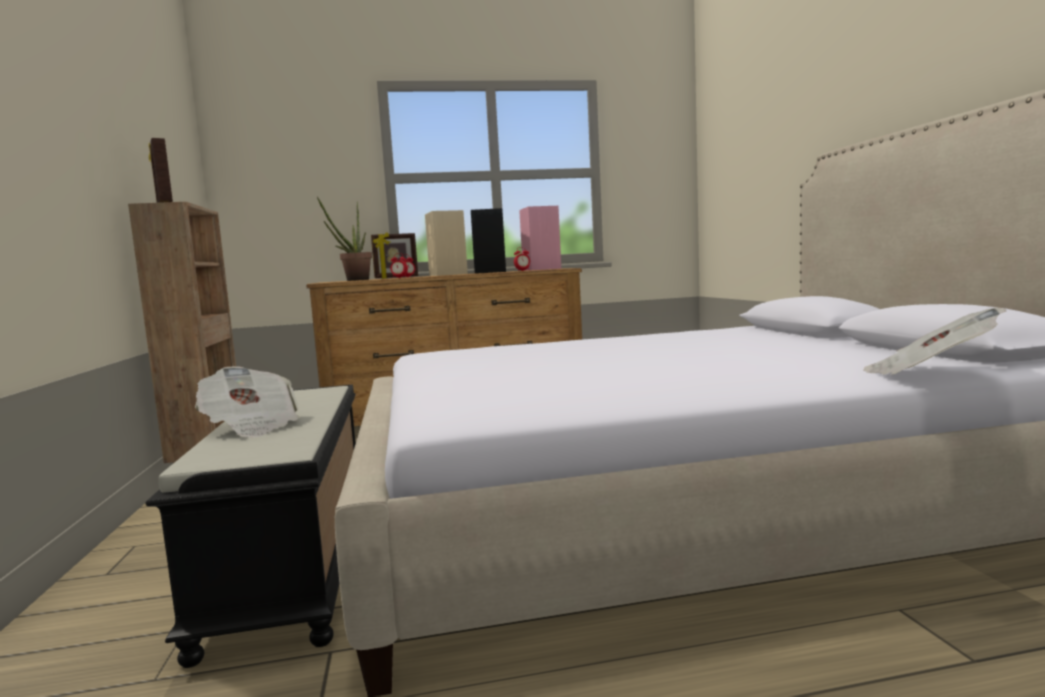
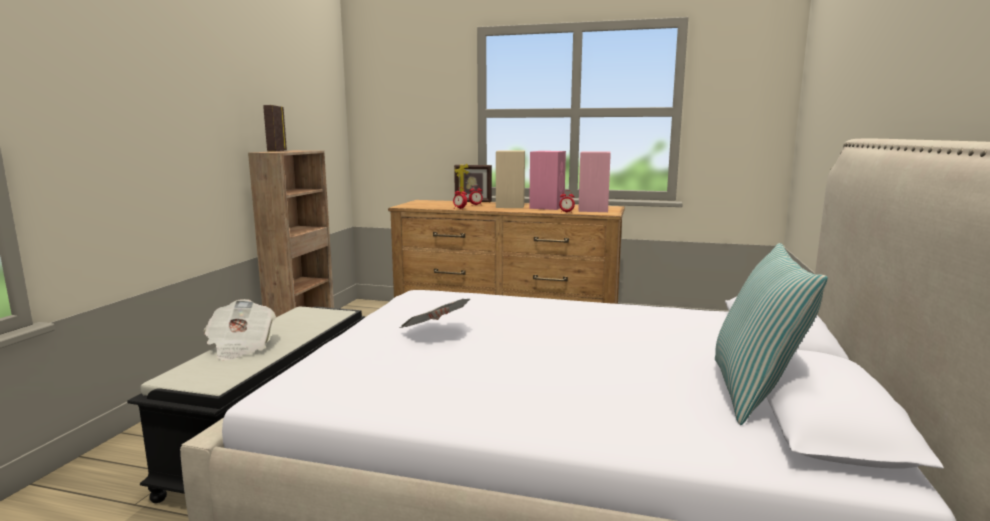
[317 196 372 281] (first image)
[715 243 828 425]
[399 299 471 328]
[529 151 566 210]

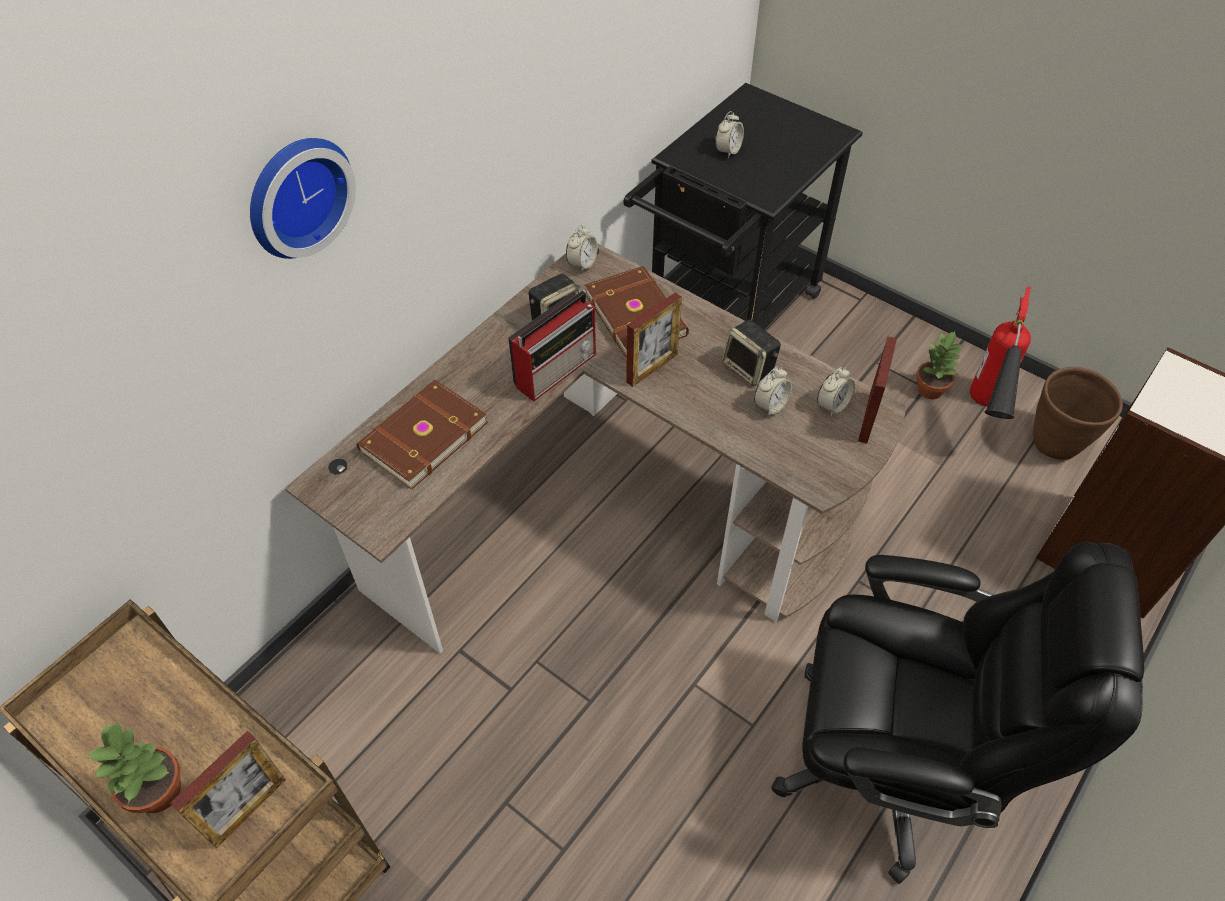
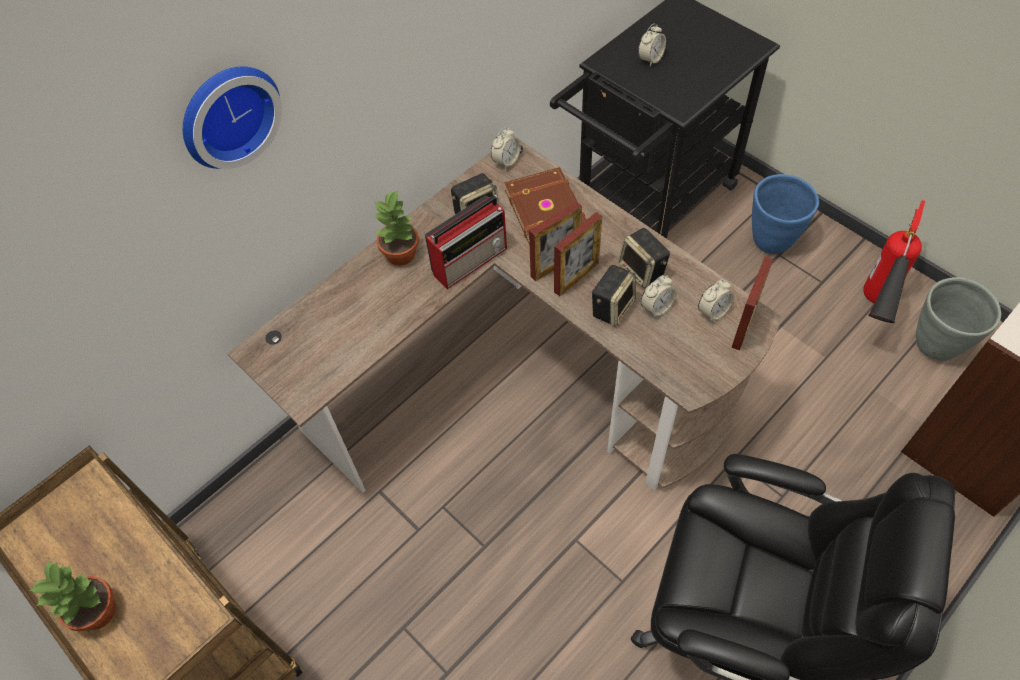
[356 380 488 490] (first image)
[592 265 636 327]
[752 174 819 254]
[554 212 602 296]
[374 190 419 266]
[916 277 1001 361]

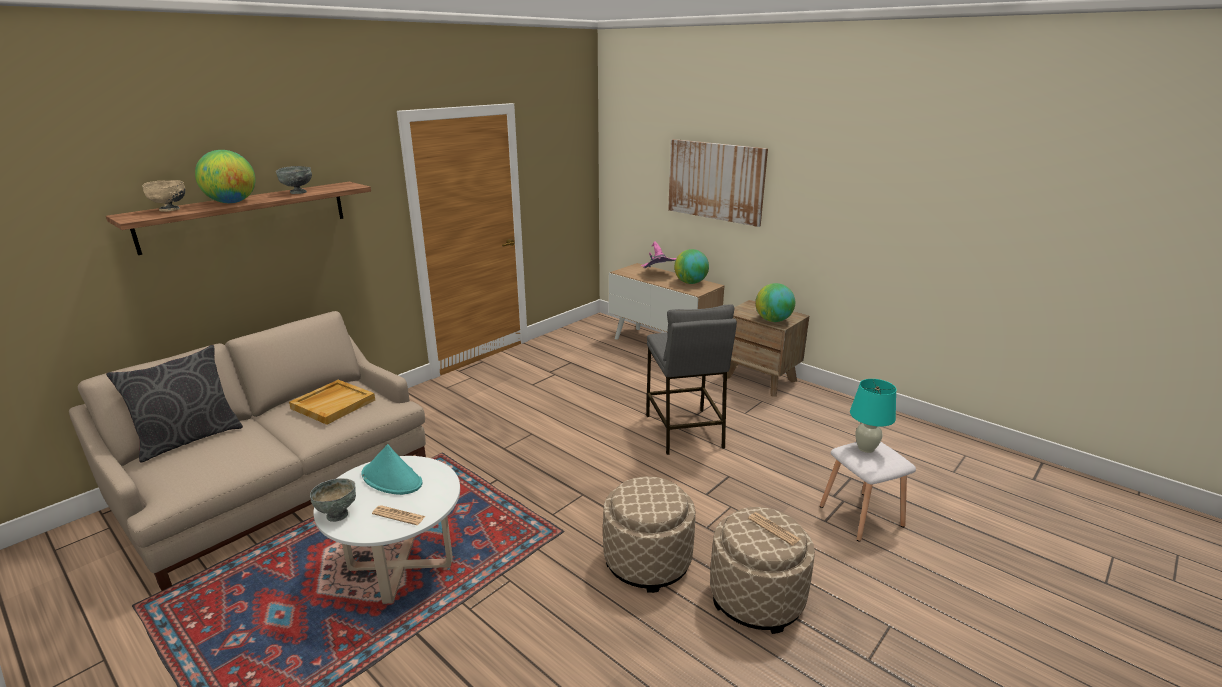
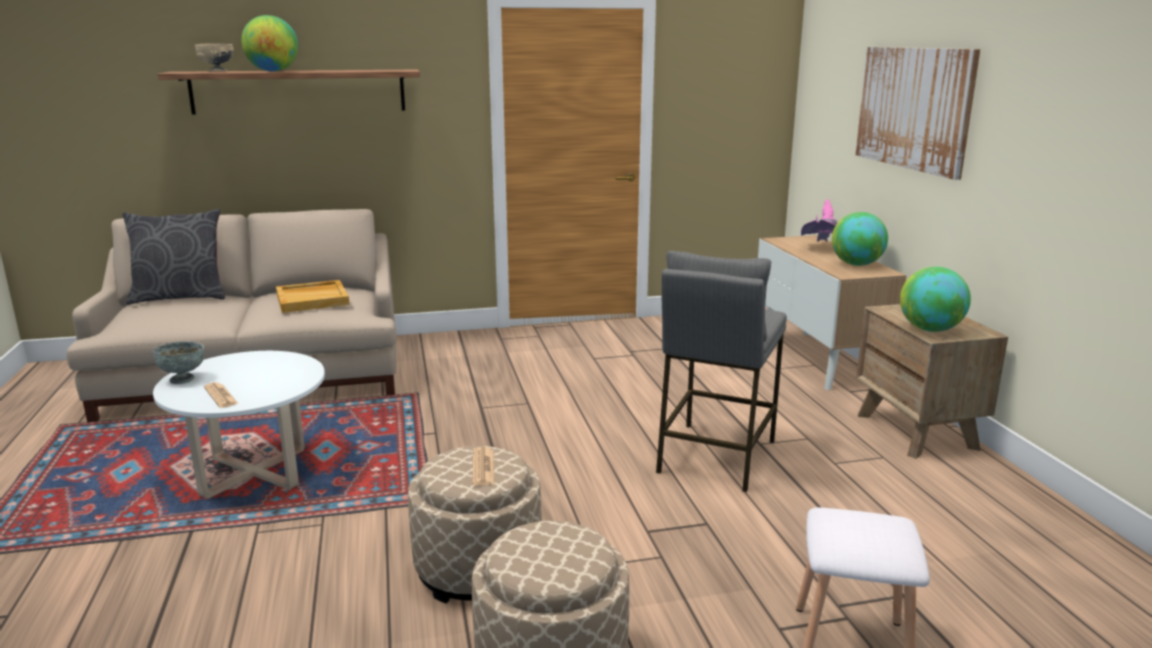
[276 166 312 194] (first image)
[361 444 422 495] (first image)
[850 379 897 453] (first image)
[472 447 494 486]

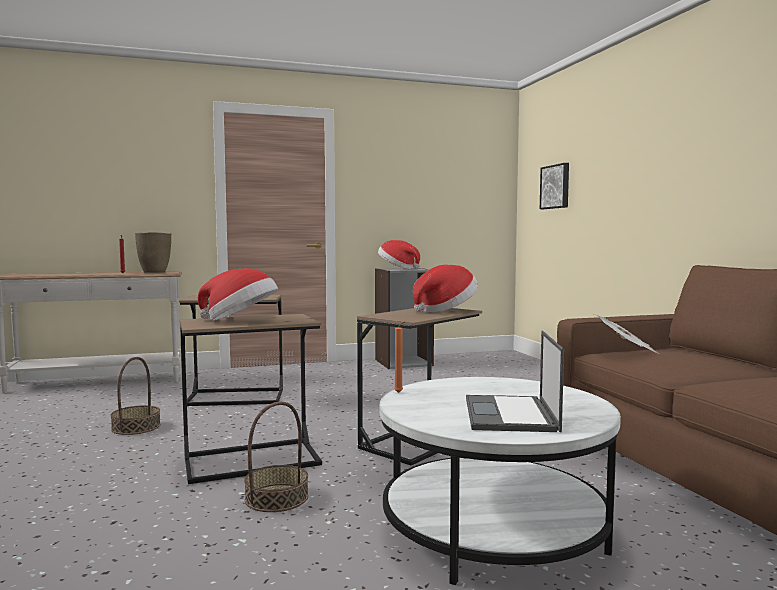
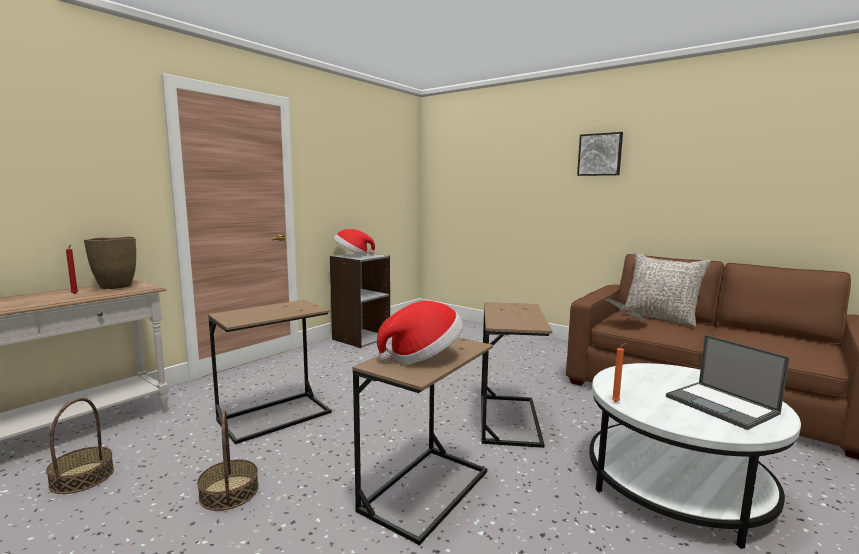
[413 265 478 313] (first image)
[620 252 711 327]
[46 398 114 494]
[577 132 623 176]

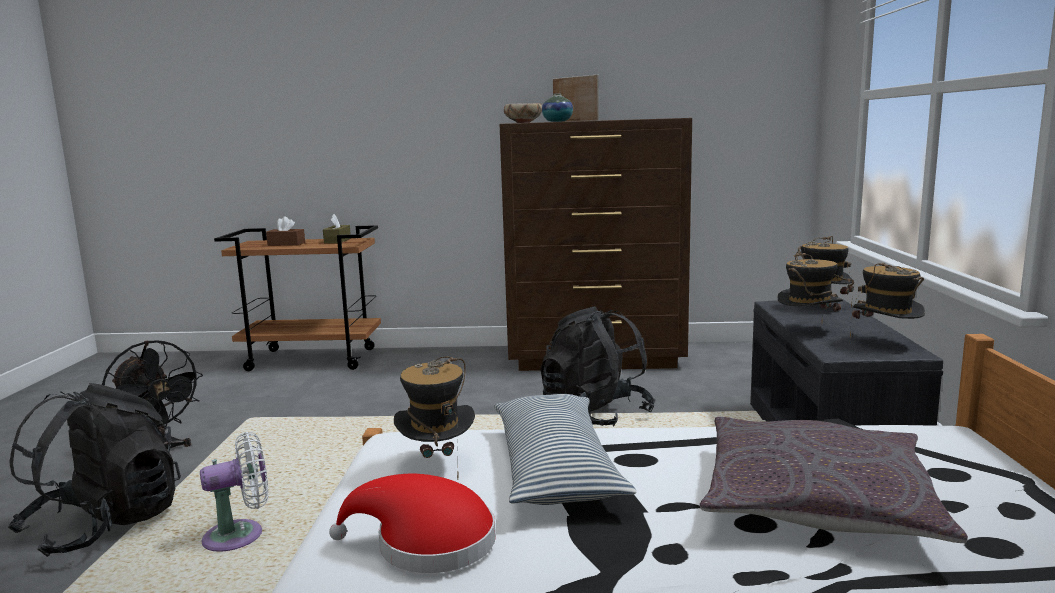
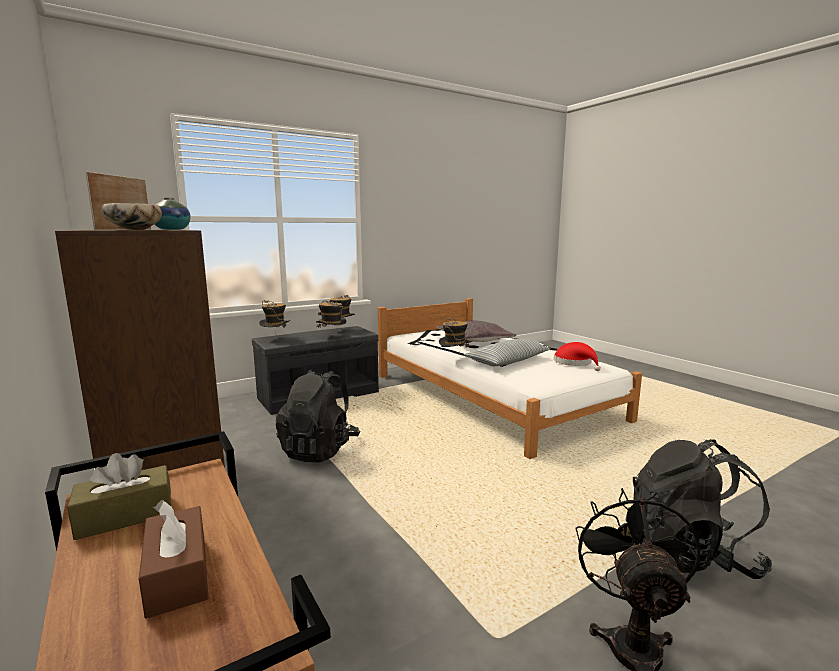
[200 432 269 552] (first image)
[439 317 471 355]

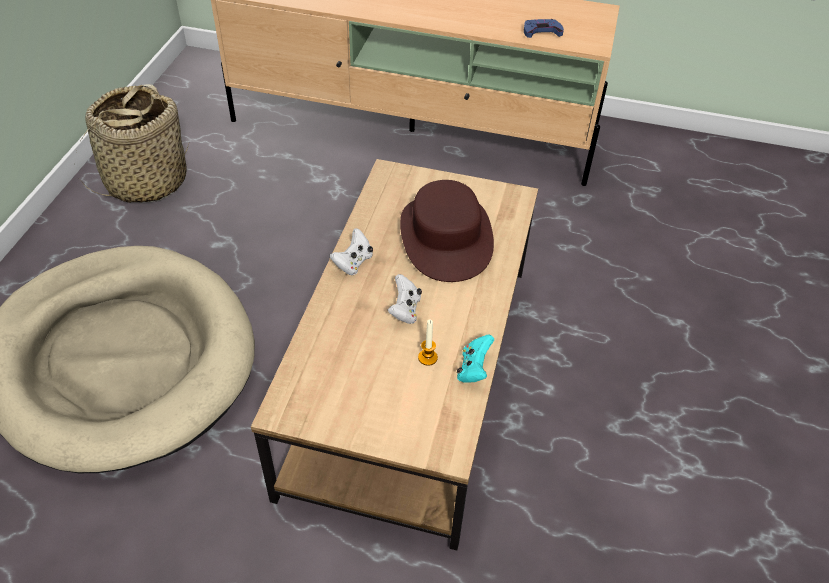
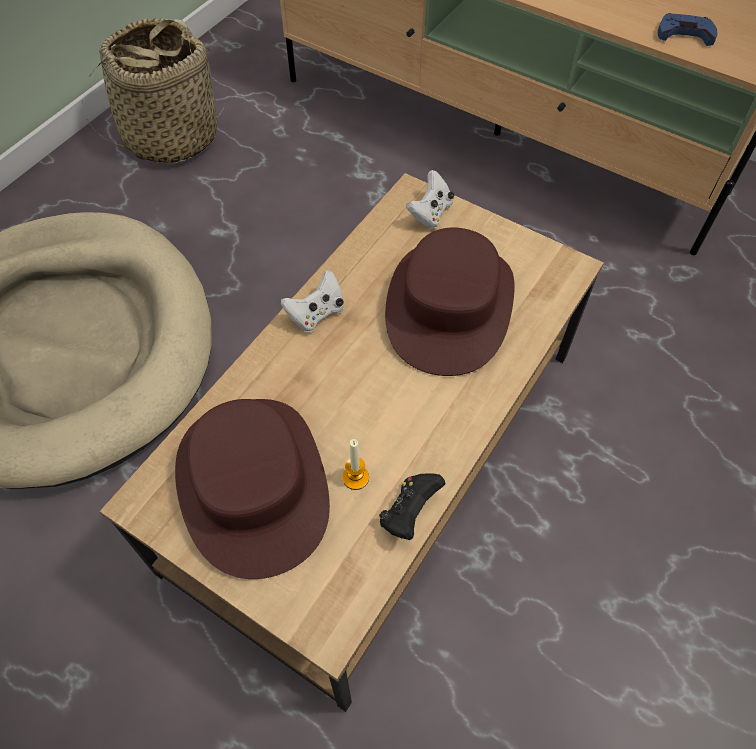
[175 399 330 579]
[406 170 454 229]
[379 474 446 540]

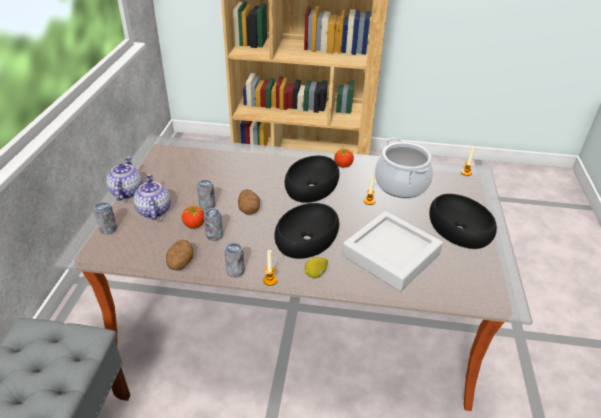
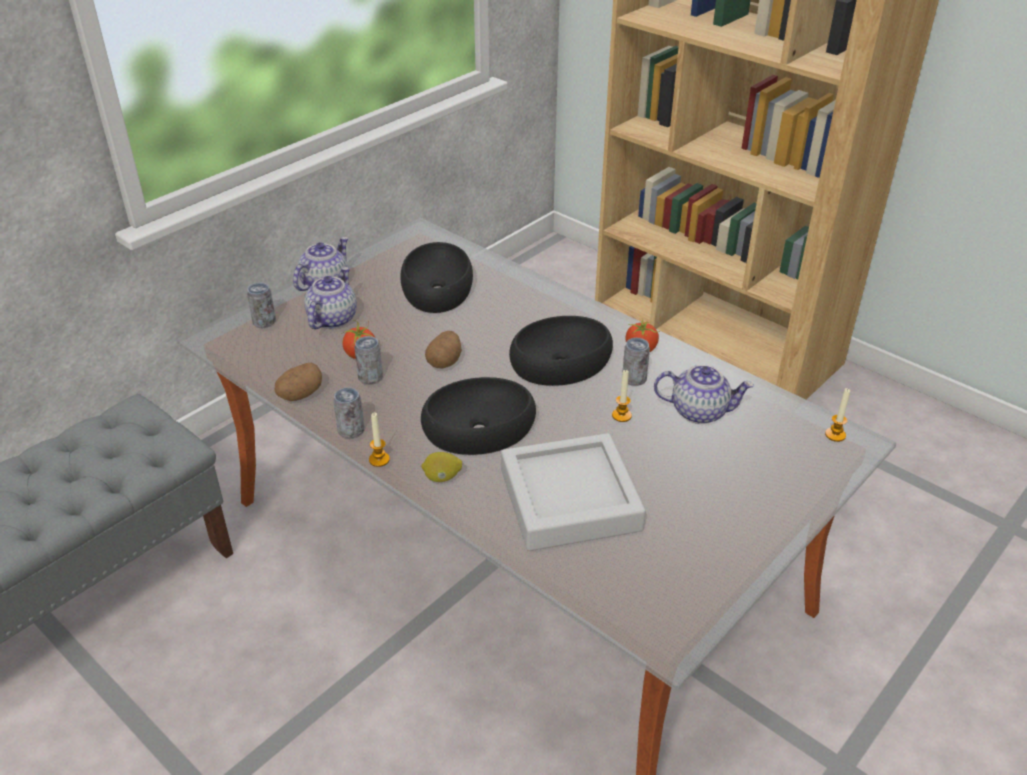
[622 338 650 386]
[400 242 473 313]
[654 365 754 424]

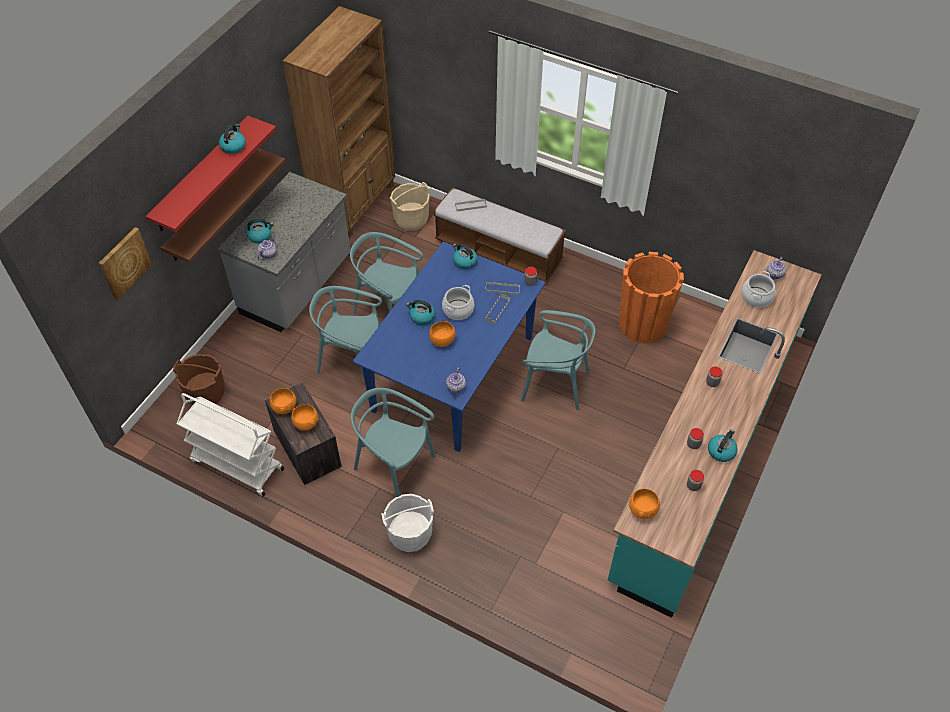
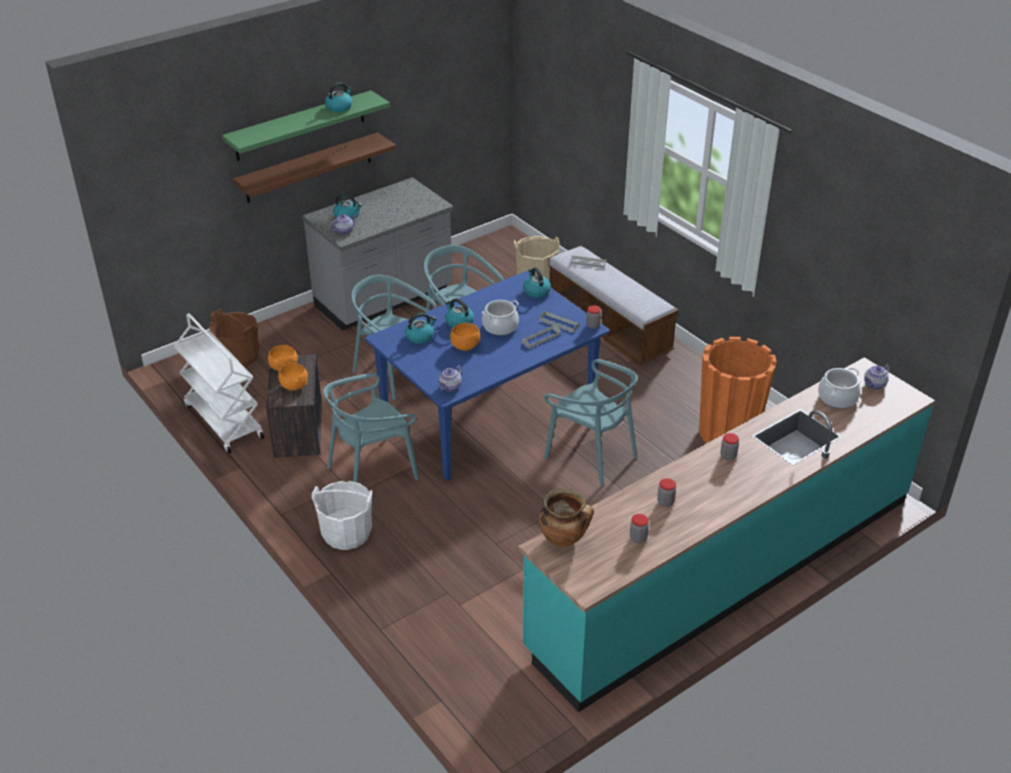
[99 227 152 300] (first image)
[283 6 395 238] (first image)
[405 313 436 344]
[539 488 594 548]
[222 90 390 161]
[323 373 419 483]

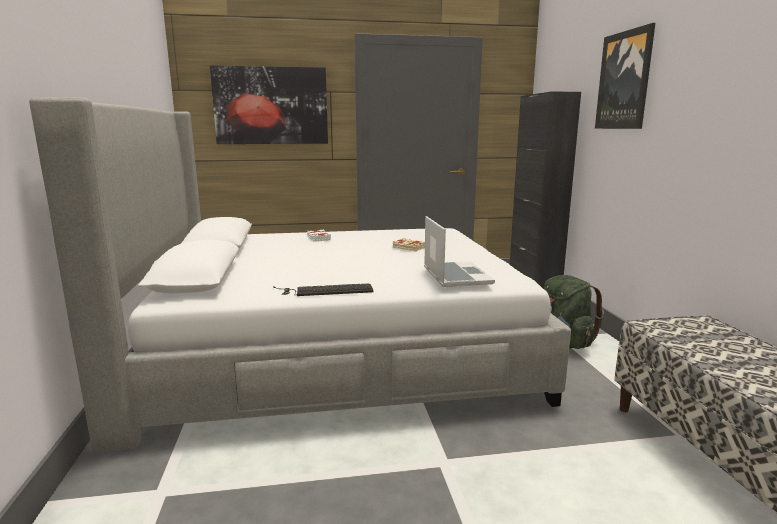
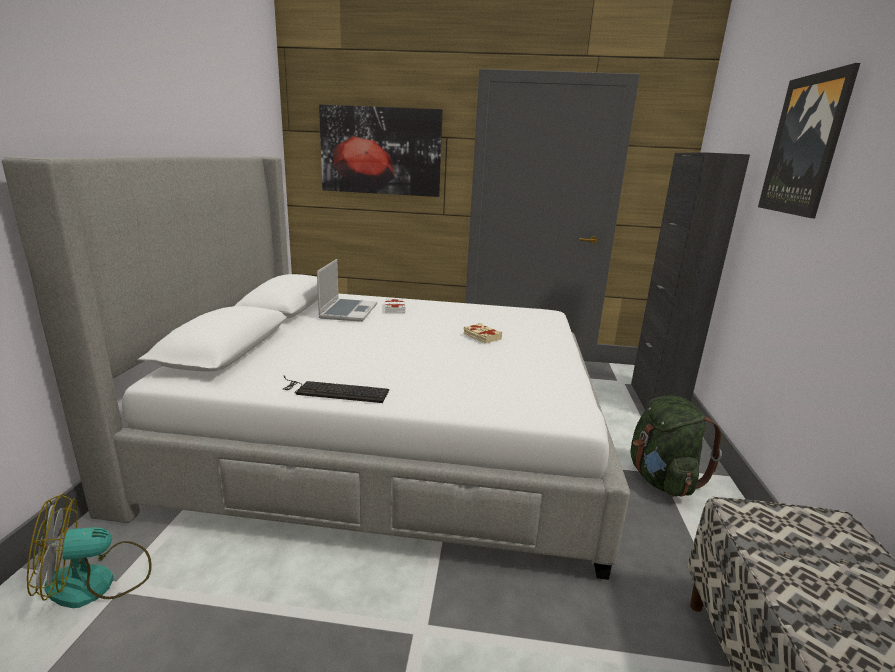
[27 494 152 608]
[317 259 377 322]

